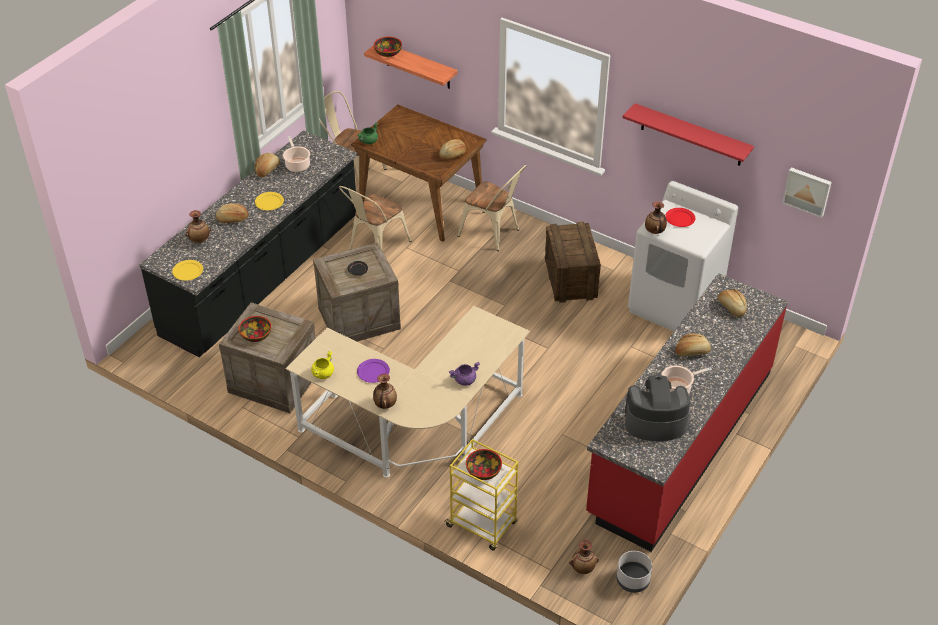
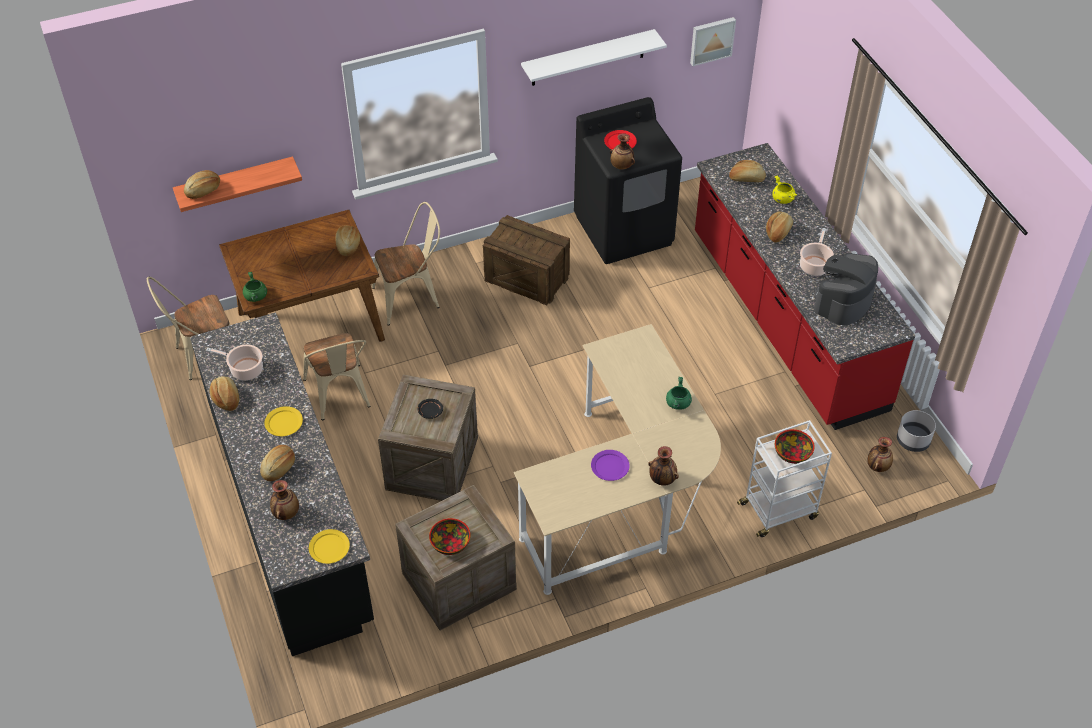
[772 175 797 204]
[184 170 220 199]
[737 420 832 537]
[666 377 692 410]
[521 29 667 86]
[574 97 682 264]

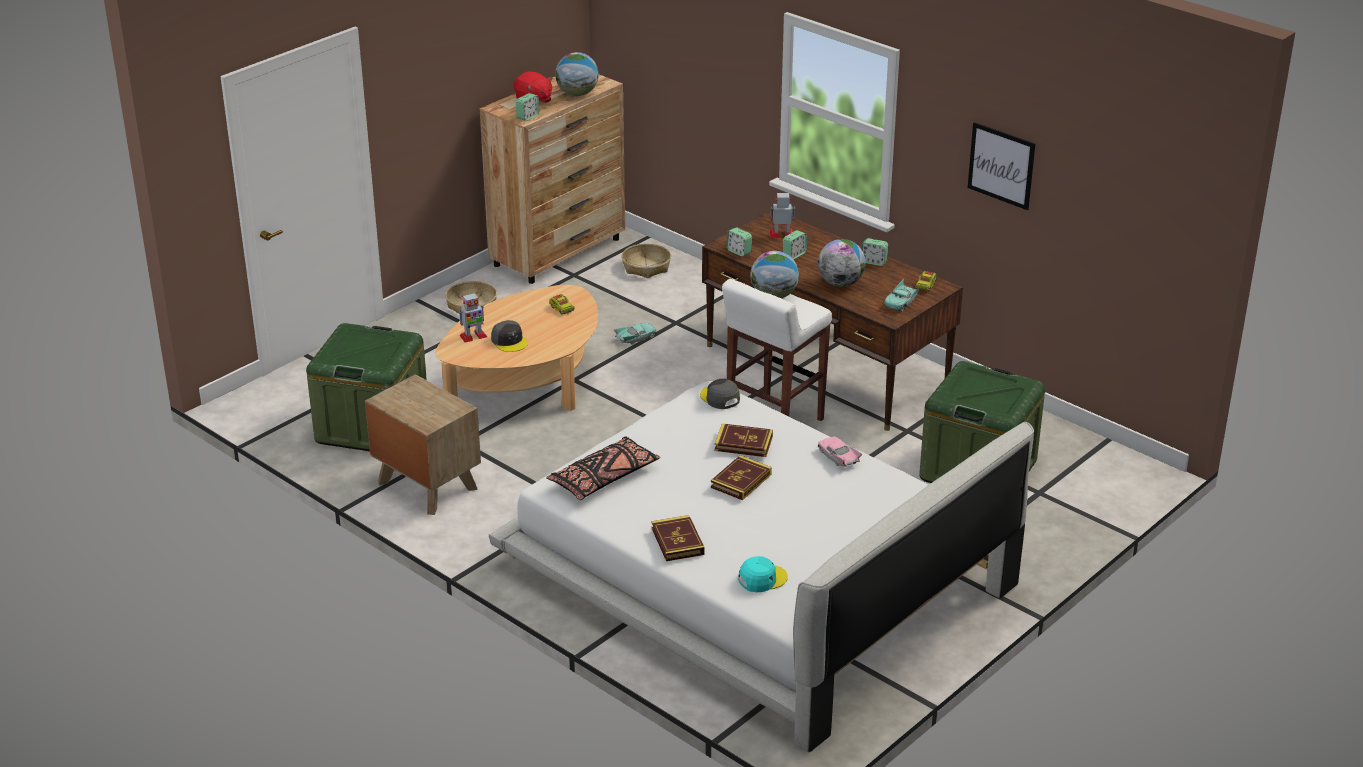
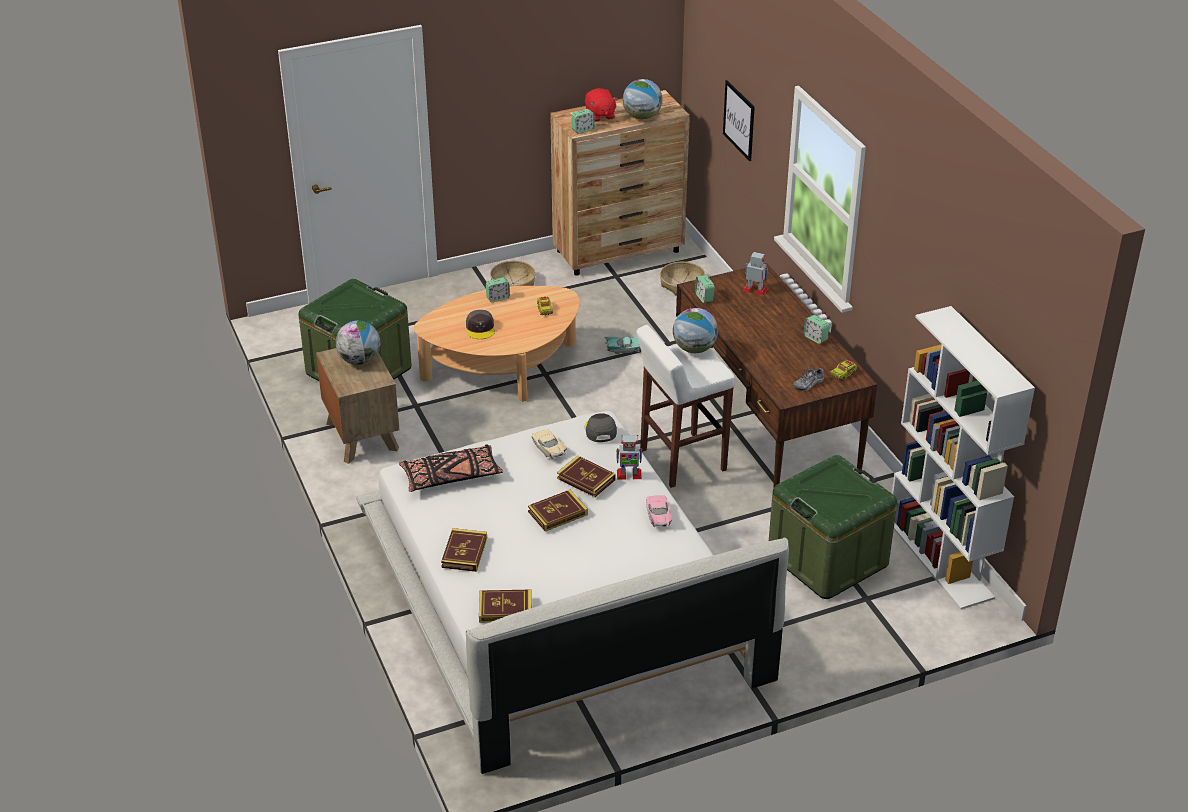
[532 429 568 459]
[892 306 1035 610]
[616 435 642 479]
[486 278 510 302]
[336 321 380 365]
[723 80 755 161]
[479 590 532 623]
[792 367 824 391]

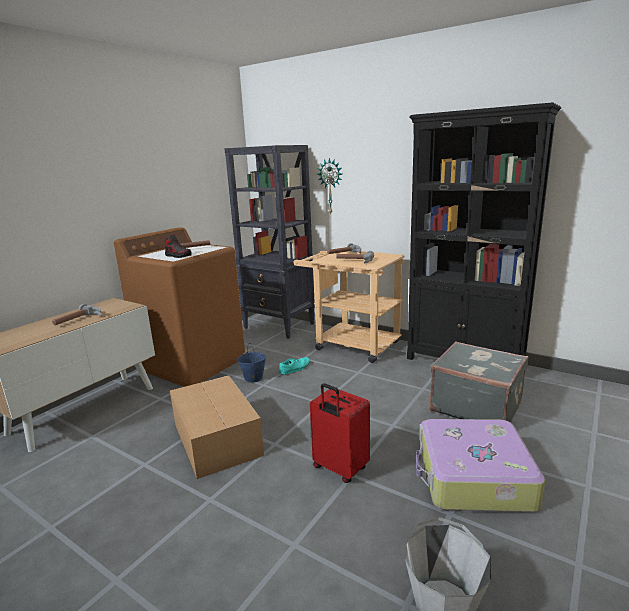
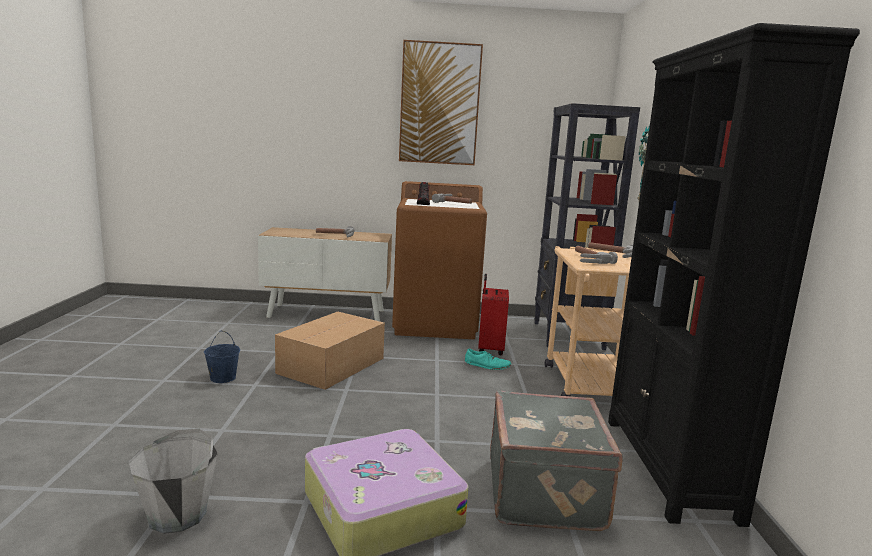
[399 40 483 165]
[204 331 240 383]
[478 274 509 355]

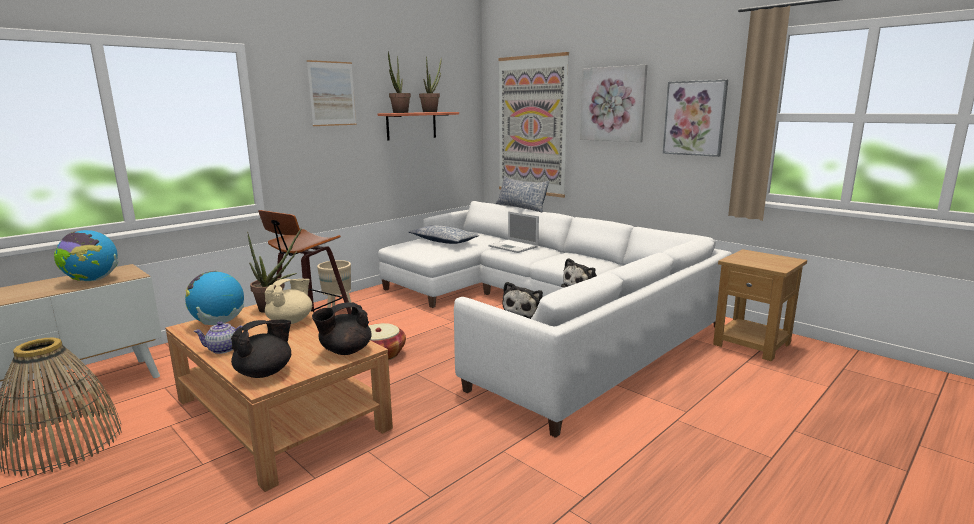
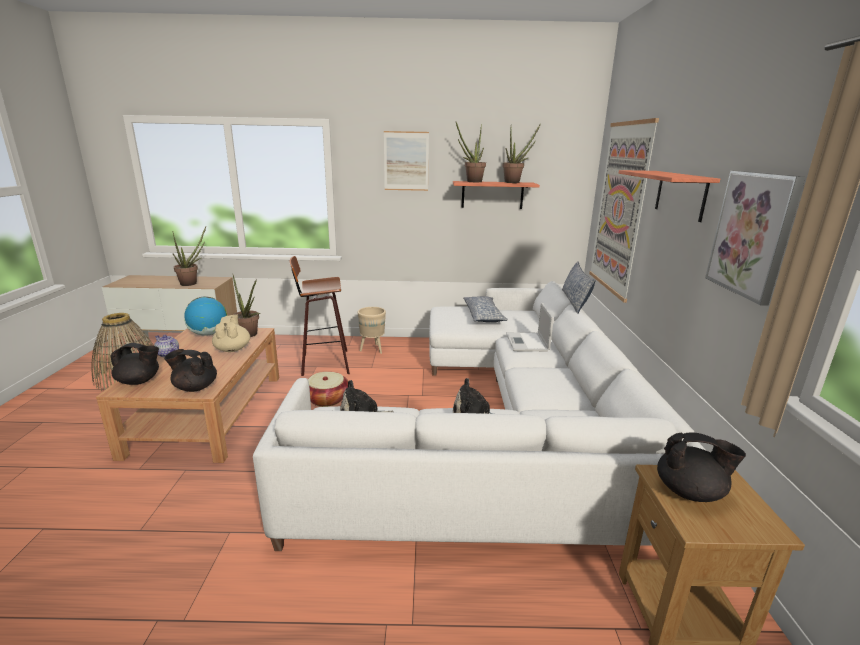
[657 432 746 502]
[173 226 206 286]
[619 170 720 222]
[212 314 250 352]

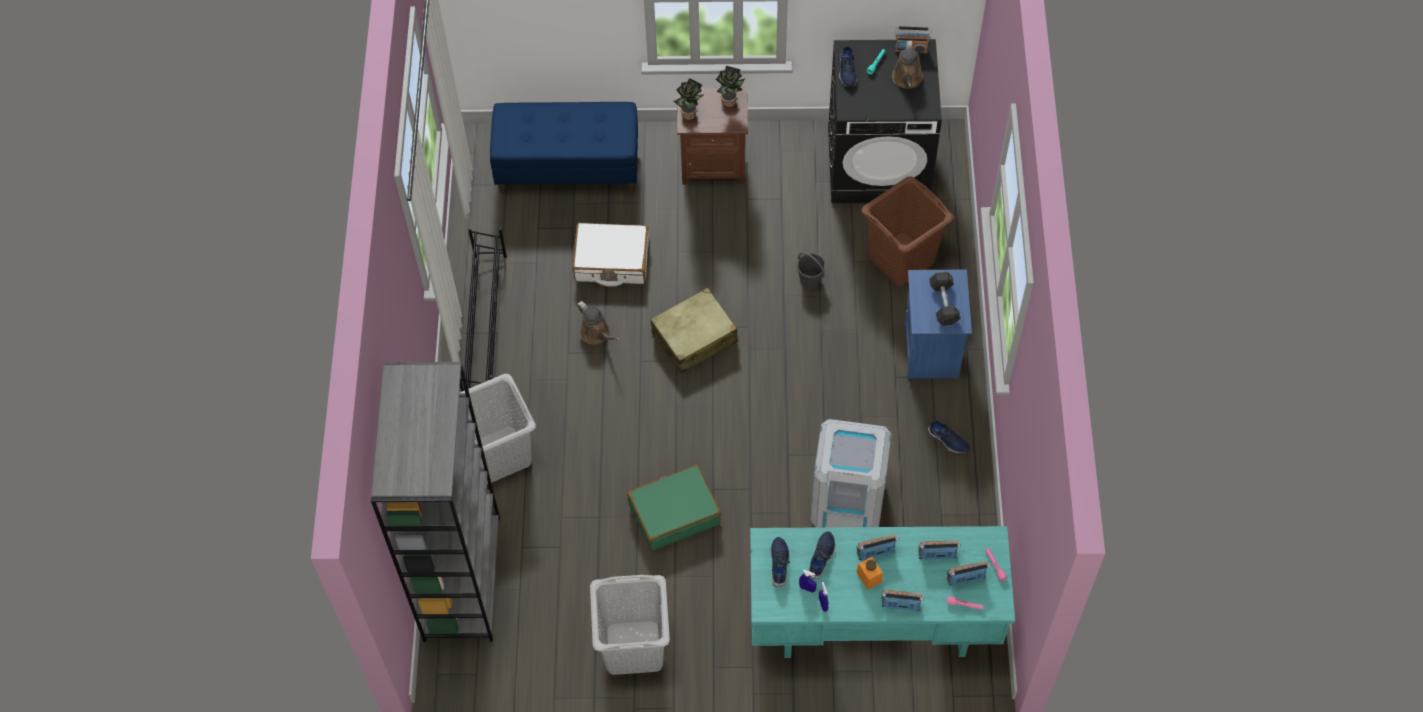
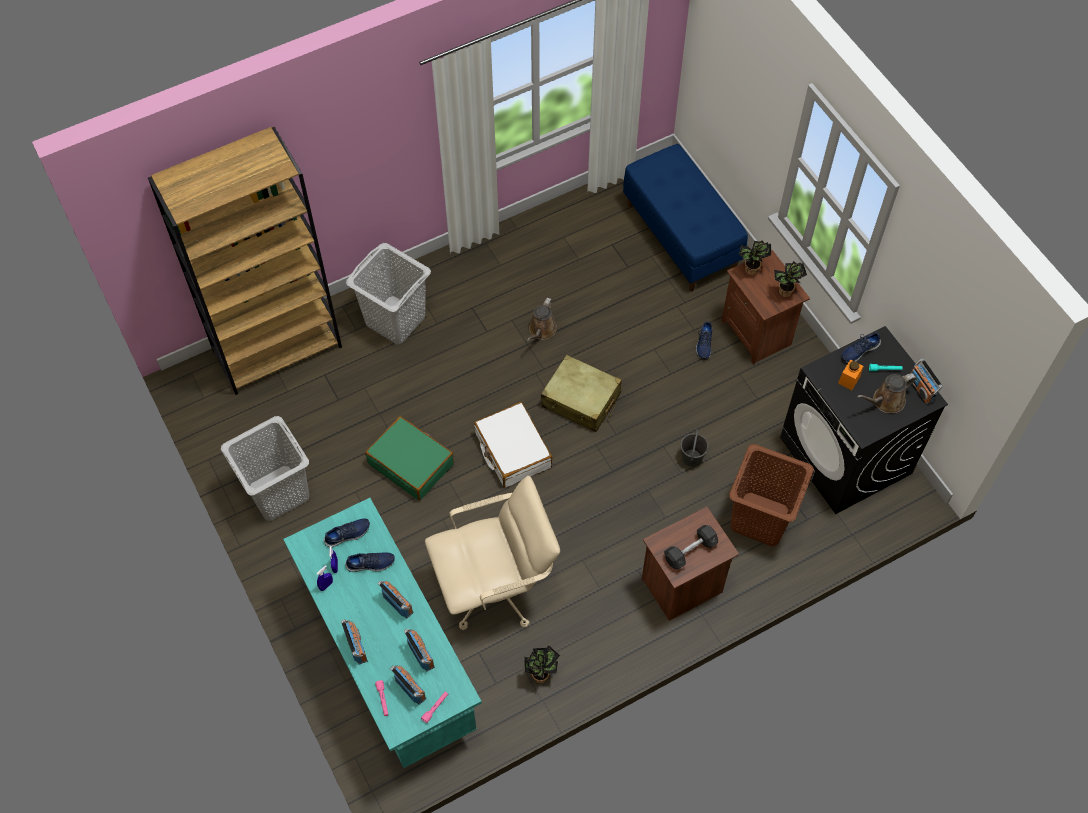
[460 228 507 392] (first image)
[524 645 560 684]
[474 402 553 488]
[838 359 863 390]
[696 321 712 359]
[425 476 560 630]
[148 127 342 395]
[642 507 739 621]

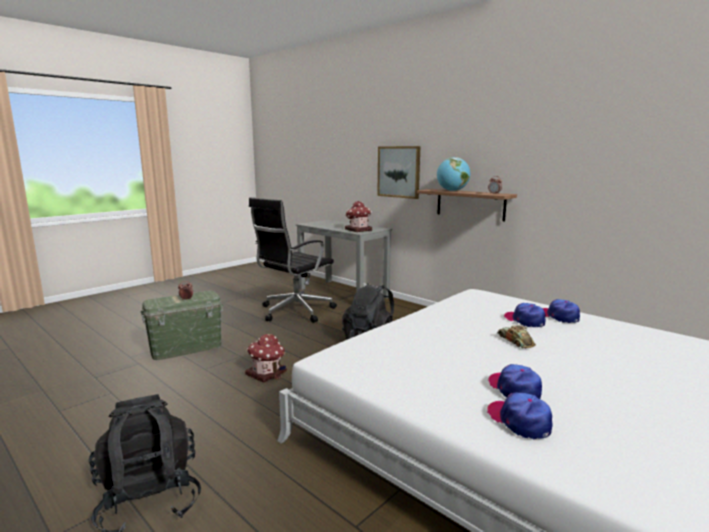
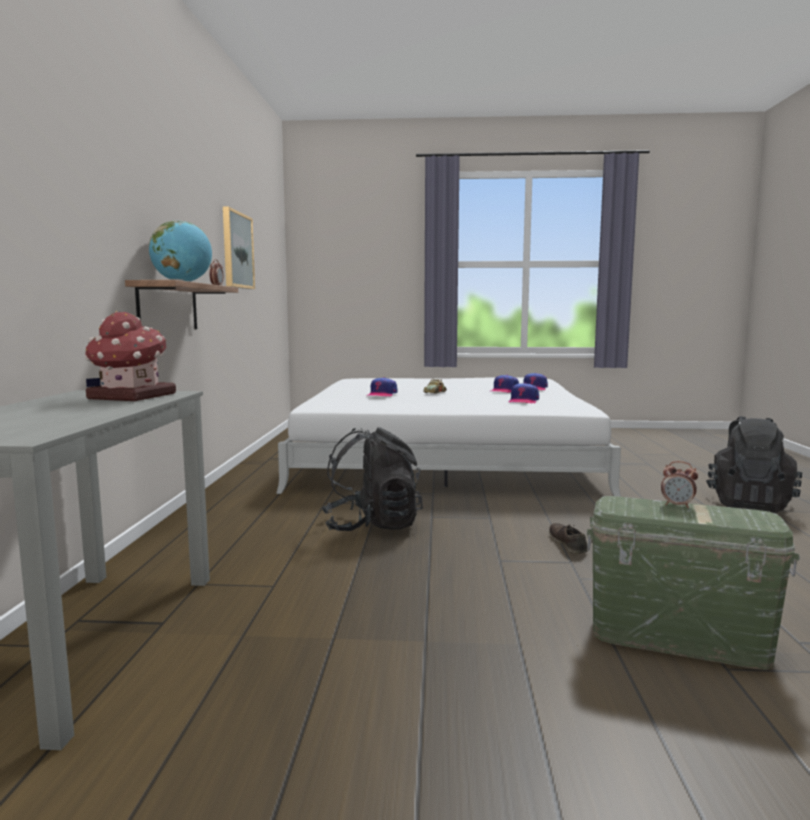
[249 197 337 323] (first image)
[223 206 255 289]
[508 383 539 404]
[549 523 588 554]

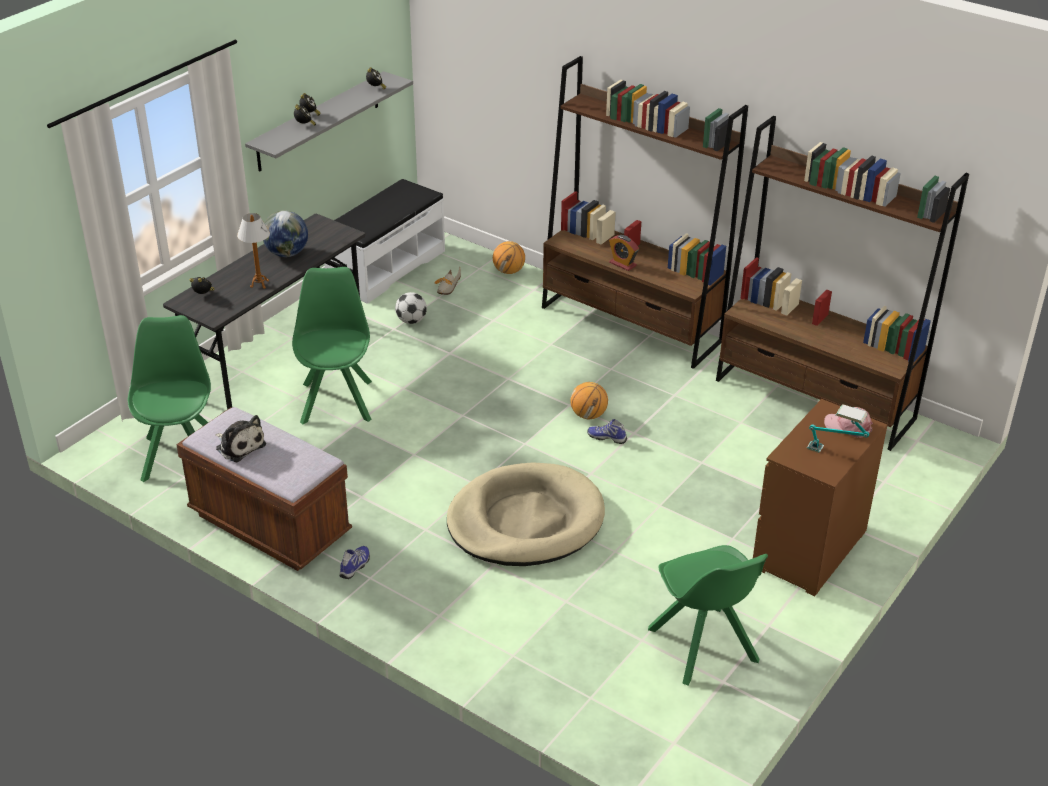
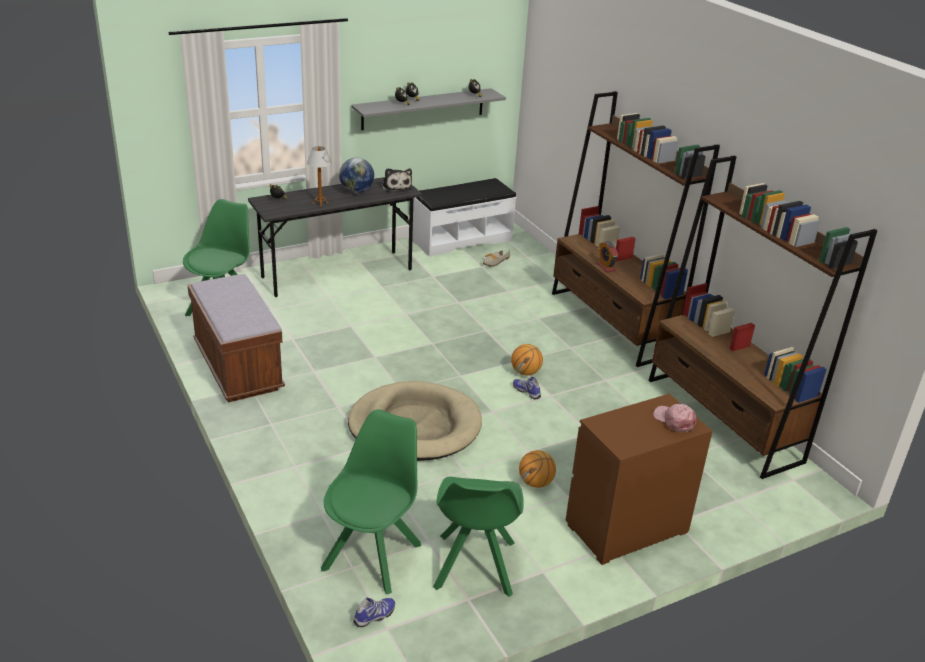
[395 292 427 324] (first image)
[807 404 869 453] (first image)
[381 168 412 192]
[321 409 421 595]
[353 598 395 627]
[519 450 556 488]

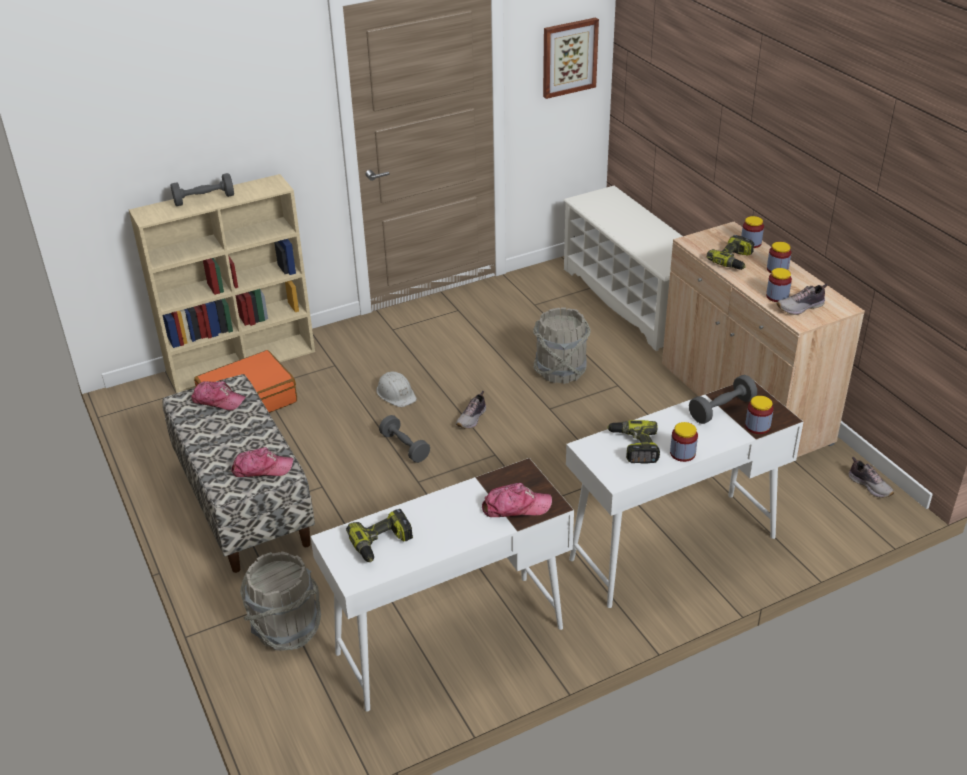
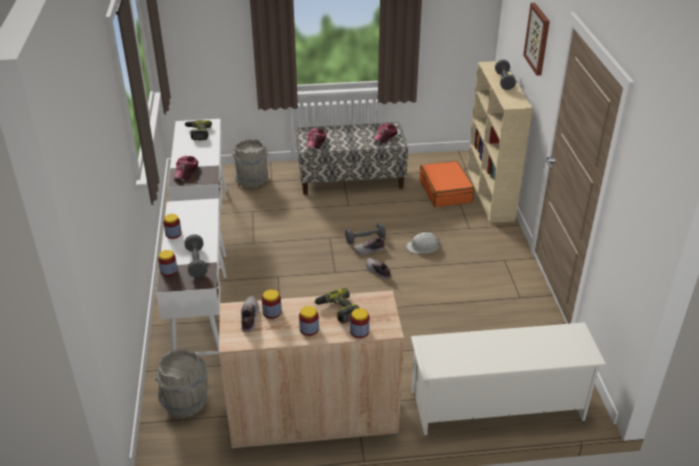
[607 420 660 464] (first image)
[155 349 210 418]
[523 3 550 76]
[353 238 385 255]

